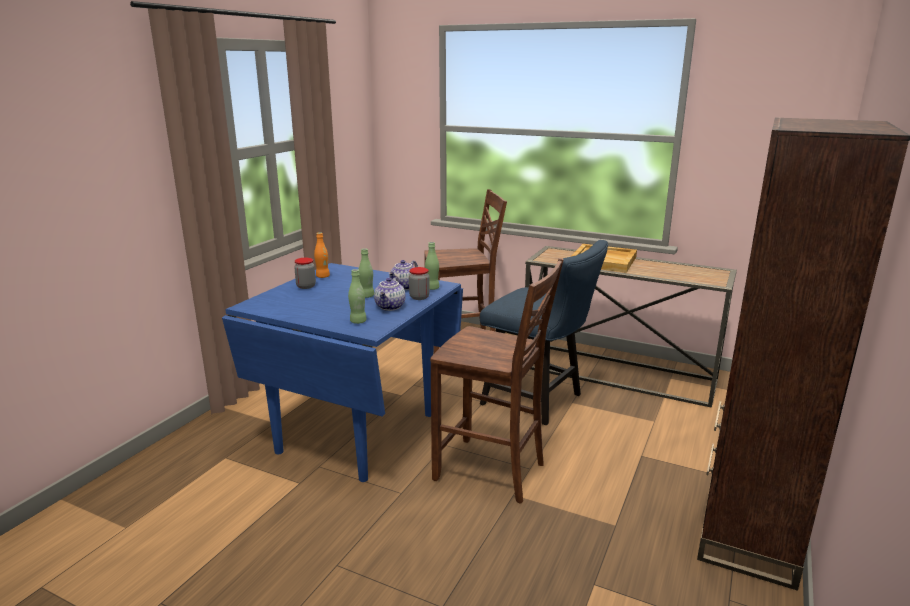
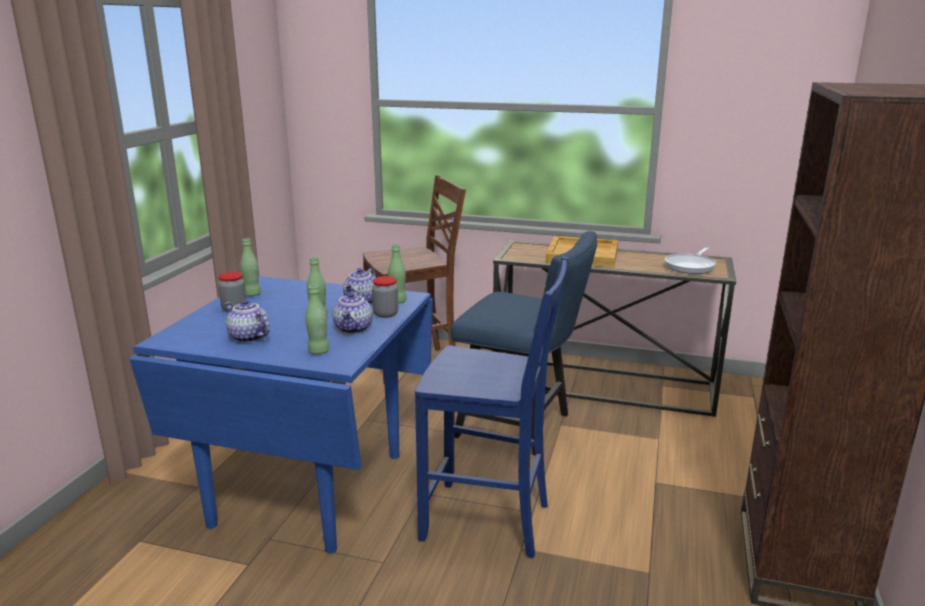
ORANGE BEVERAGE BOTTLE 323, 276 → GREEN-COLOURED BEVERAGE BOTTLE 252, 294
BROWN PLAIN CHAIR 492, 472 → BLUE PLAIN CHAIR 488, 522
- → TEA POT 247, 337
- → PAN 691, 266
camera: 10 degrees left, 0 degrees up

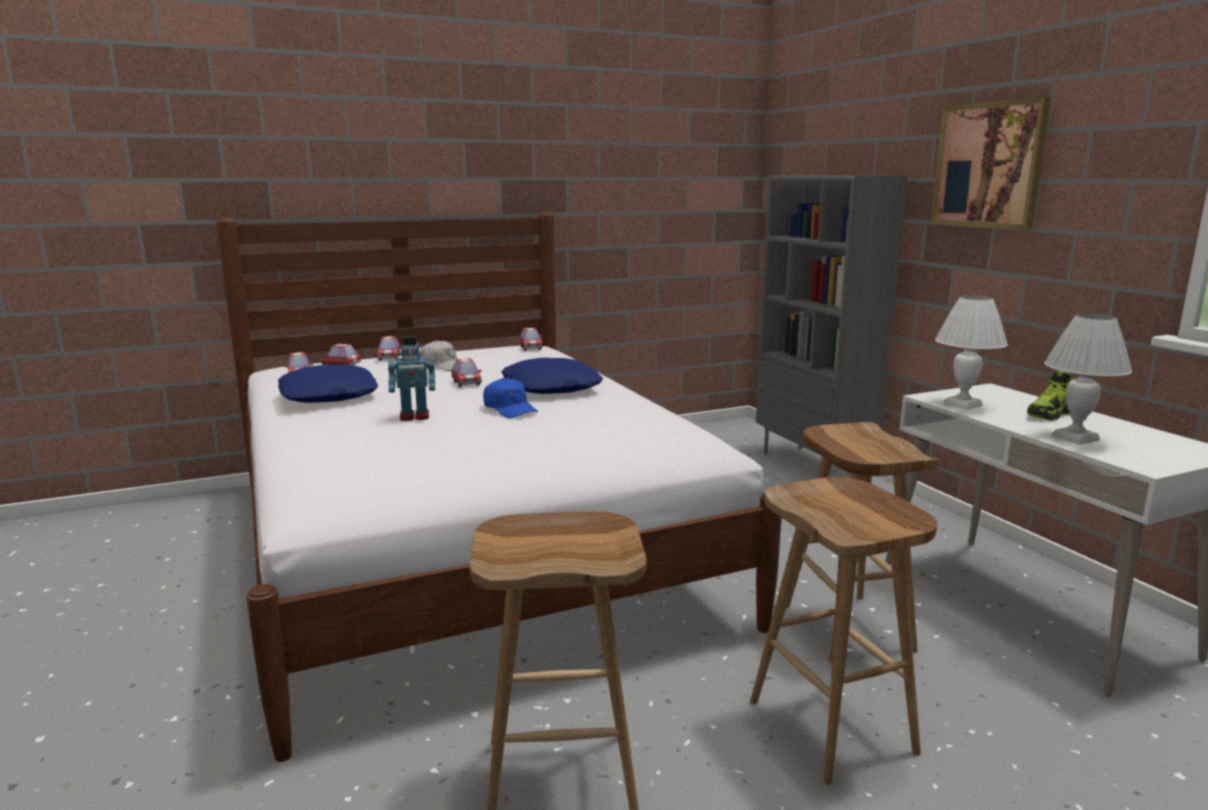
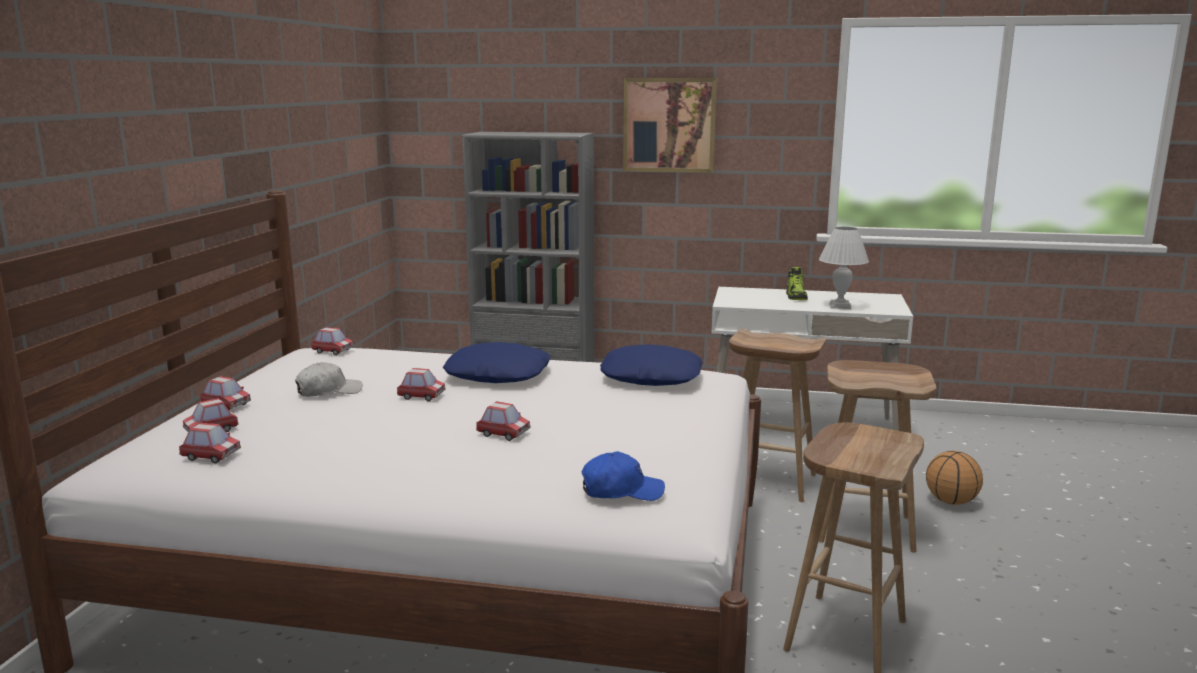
BLUE PILLOW 329, 395 → BLUE PILLOW 651, 377, shifted
TOY ROBOT 414, 417 → MINIATURE CAR 503, 434
BLUE BASEBALL CAP 509, 409 → BLUE BASEBALL CAP 621, 491, shifted
WHITE TABLETOP LAMP 962, 405 → -
- → BASKETBALL 952, 502
camera: 55 degrees left, 0 degrees up

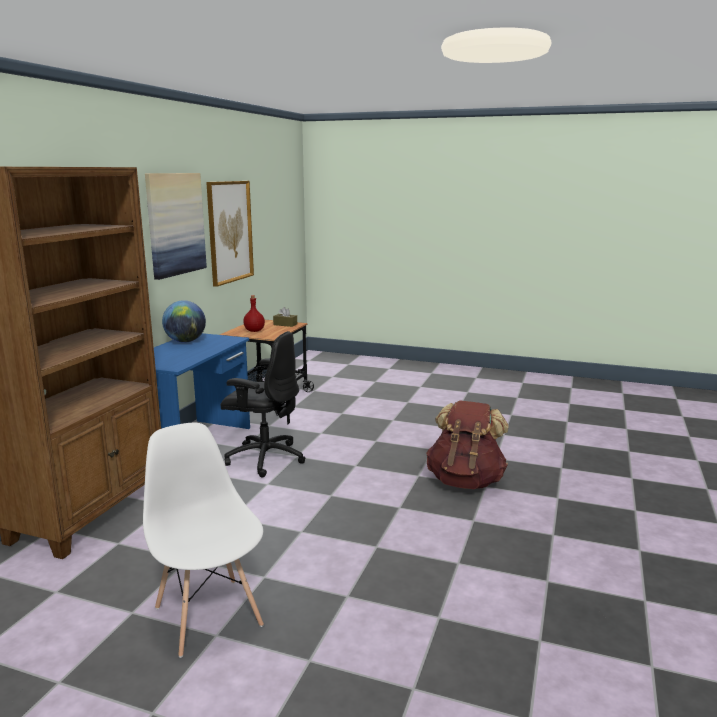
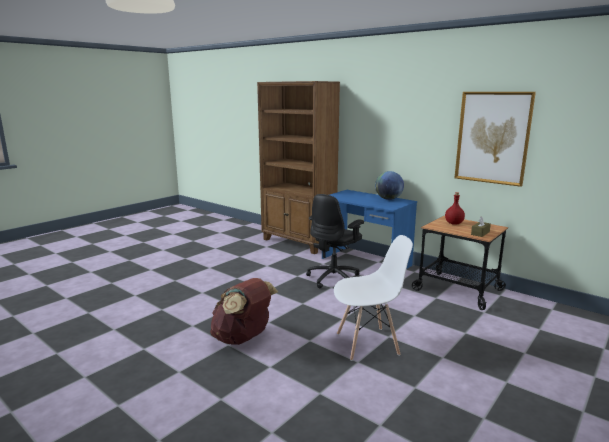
WHITE PLAIN CHAIR 208, 615 → WHITE PLAIN CHAIR 368, 344, shifted
WALL ART 175, 224 → -
camera: 110 degrees right, 0 degrees up

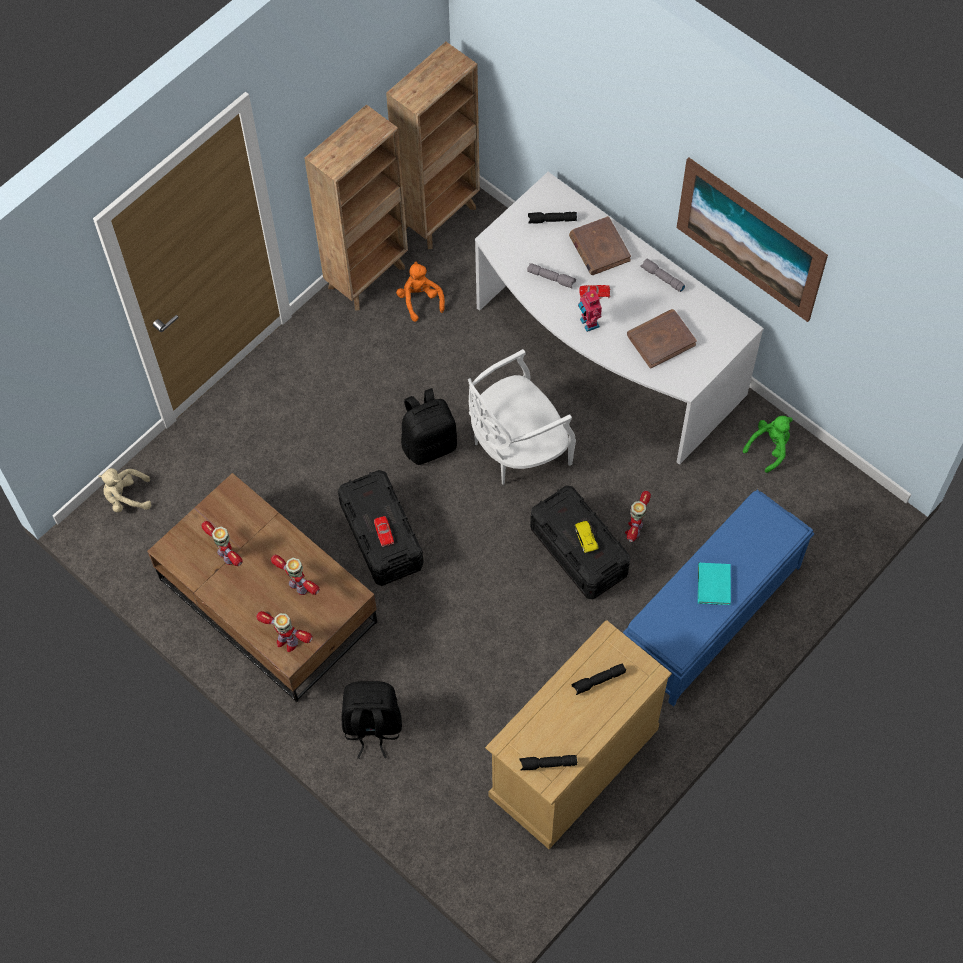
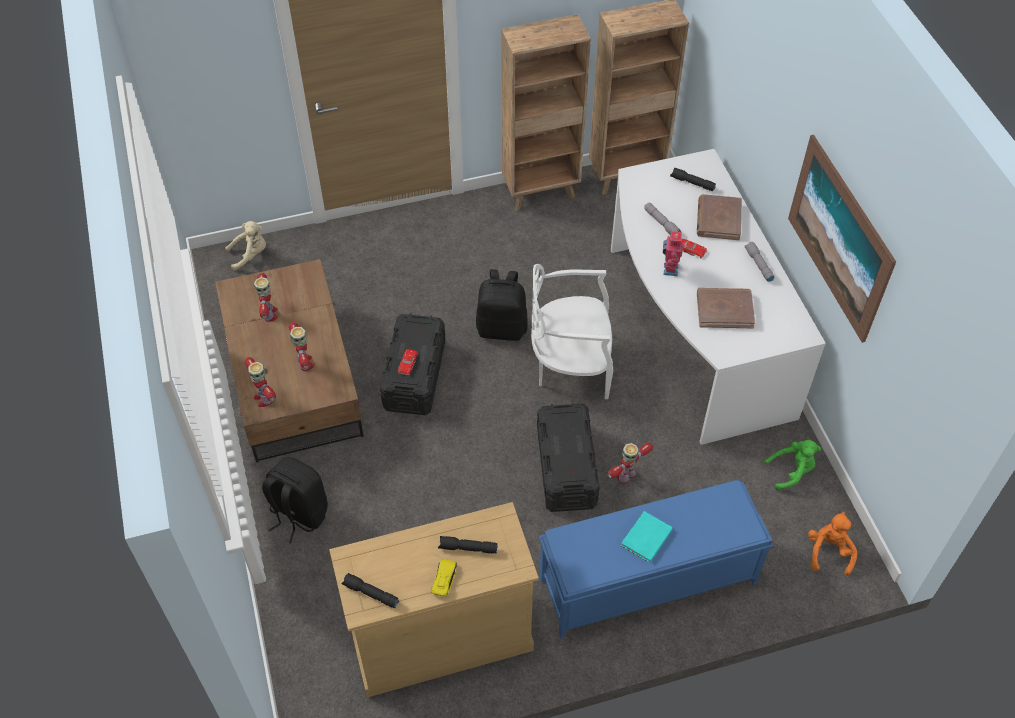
BEIGE-COLOURED CUDDLY TOY 126, 497 → BEIGE-COLOURED CUDDLY TOY 250, 255, 135 degrees clockwise
ORANGE CUDDLY TOY 420, 300 → ORANGE CUDDLY TOY 829, 551, shifted
YELLOW-COLOURED MINIATURE CAR 586, 538 → YELLOW-COLOURED MINIATURE CAR 444, 579, shifted
camera: 30 degrees right, 10 degrees down

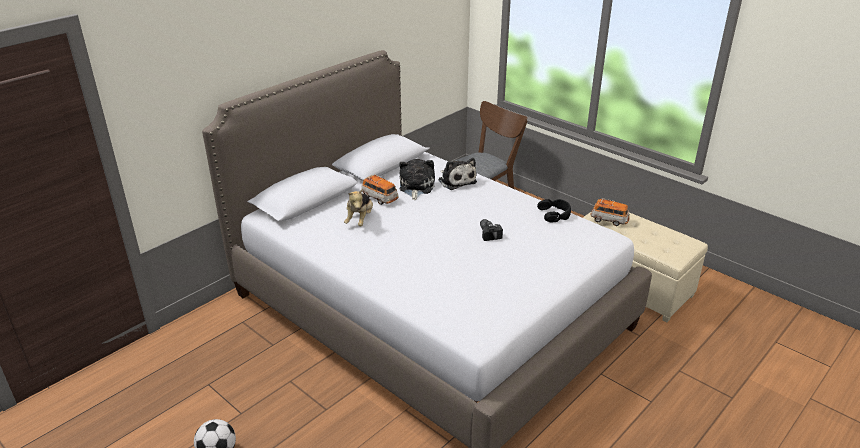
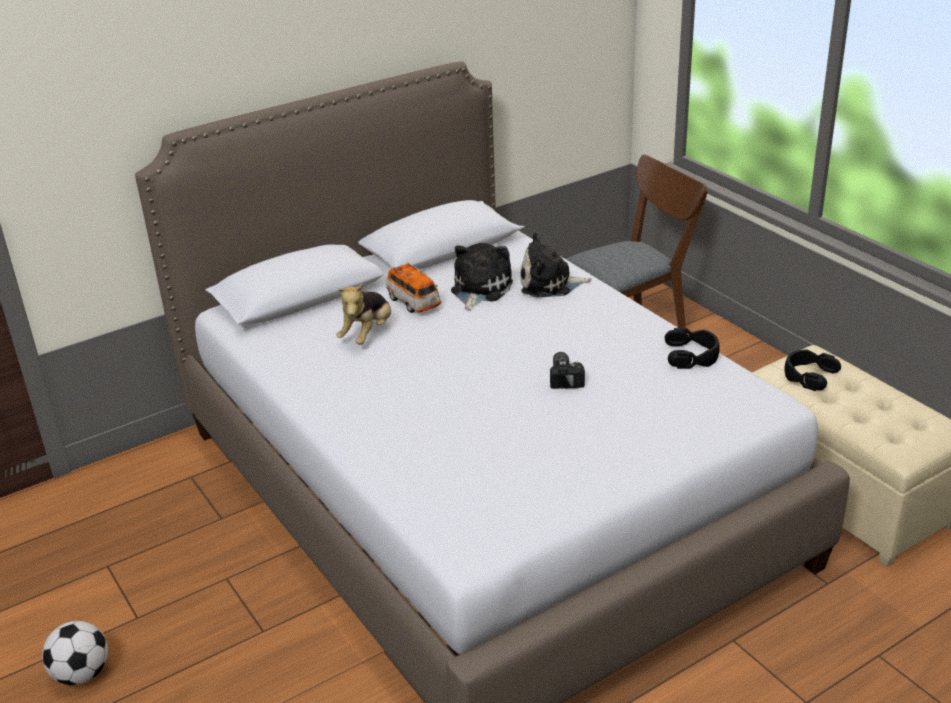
CUDDLY TOY 456, 180 → CUDDLY TOY 549, 284, 105 degrees clockwise
MINIATURE CAR 609, 220 → BLACKISH HEADSET 808, 375
camera: 15 degrees right, 0 degrees up

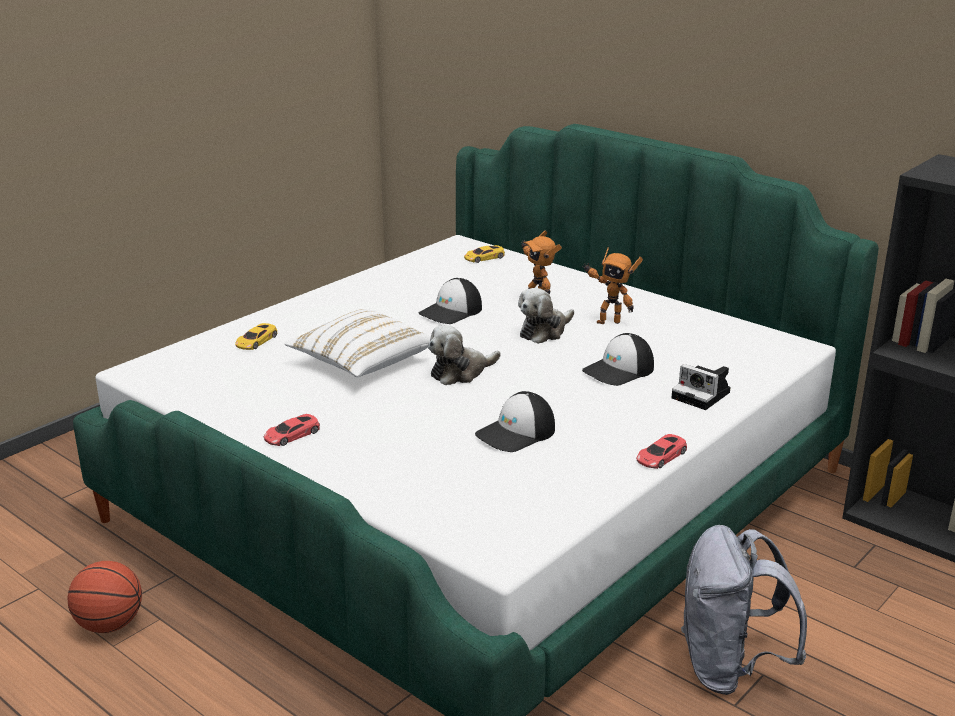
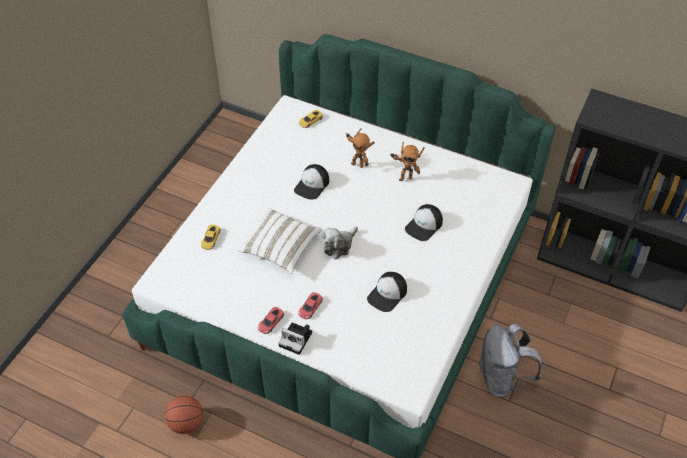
CUDDLY TOY 544, 331 → -
RED MINIATURE CAR 661, 456 → RED MINIATURE CAR 310, 307, shifted
STILL CAMERA 703, 395 → STILL CAMERA 297, 339, shifted
camera: 15 degrees left, 25 degrees up

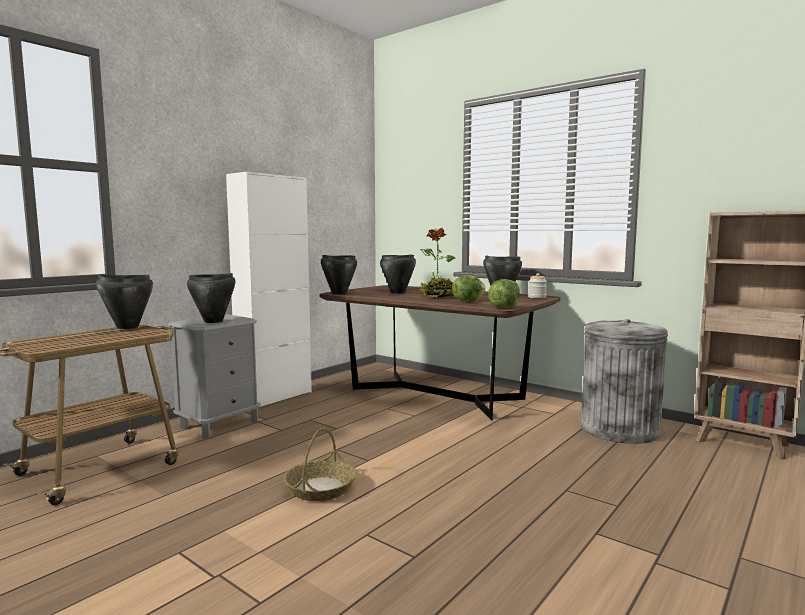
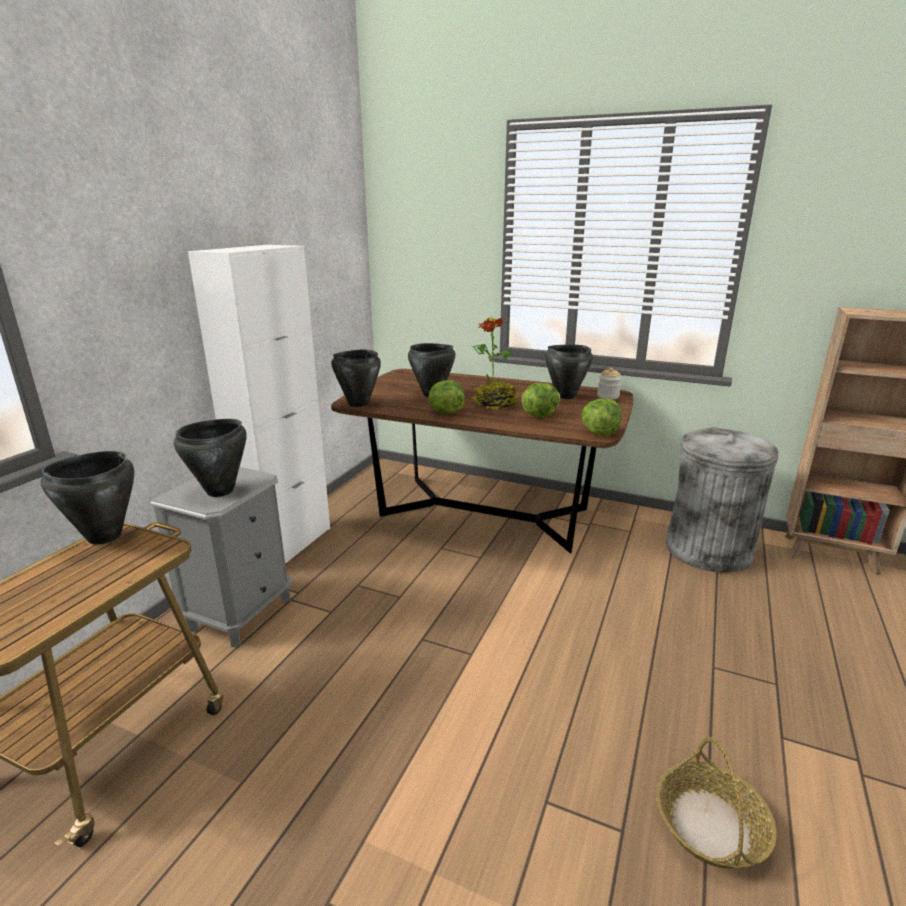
HOUSEHOLD BASKET 320, 489 → HOUSEHOLD BASKET 711, 826, shifted
- → HEAD OF LETTUCE 445, 412
camera: 15 degrees left, 15 degrees up

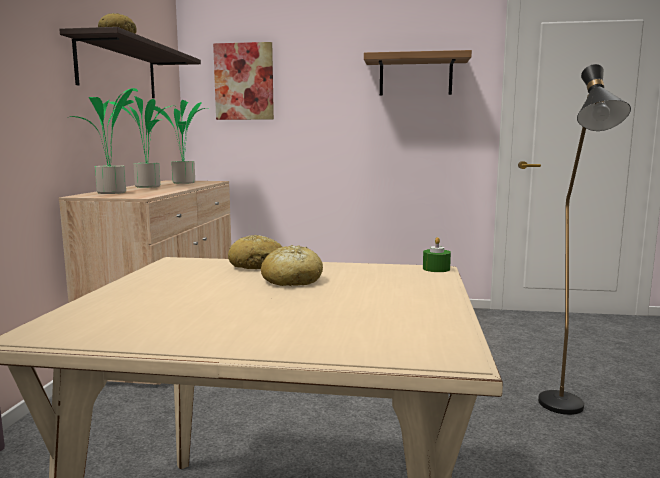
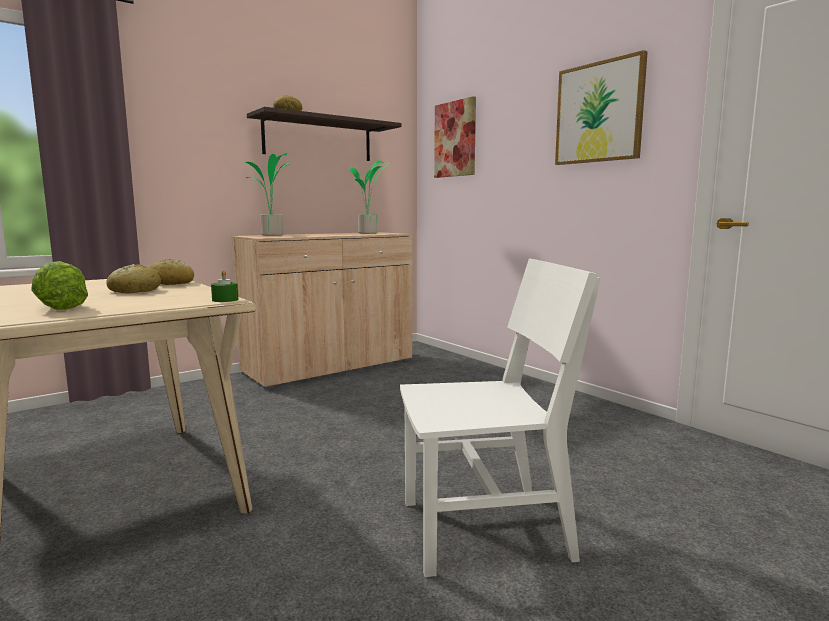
POTTED PLANT 149, 186 → -
WALL SHELF 415, 76 → WALL ART 599, 112
BLACKISH FLOOR LAMP 566, 412 → WHITE PLAIN CHAIR 485, 529
- → HEAD OF LETTUCE 60, 307
camera: 45 degrees right, 0 degrees up

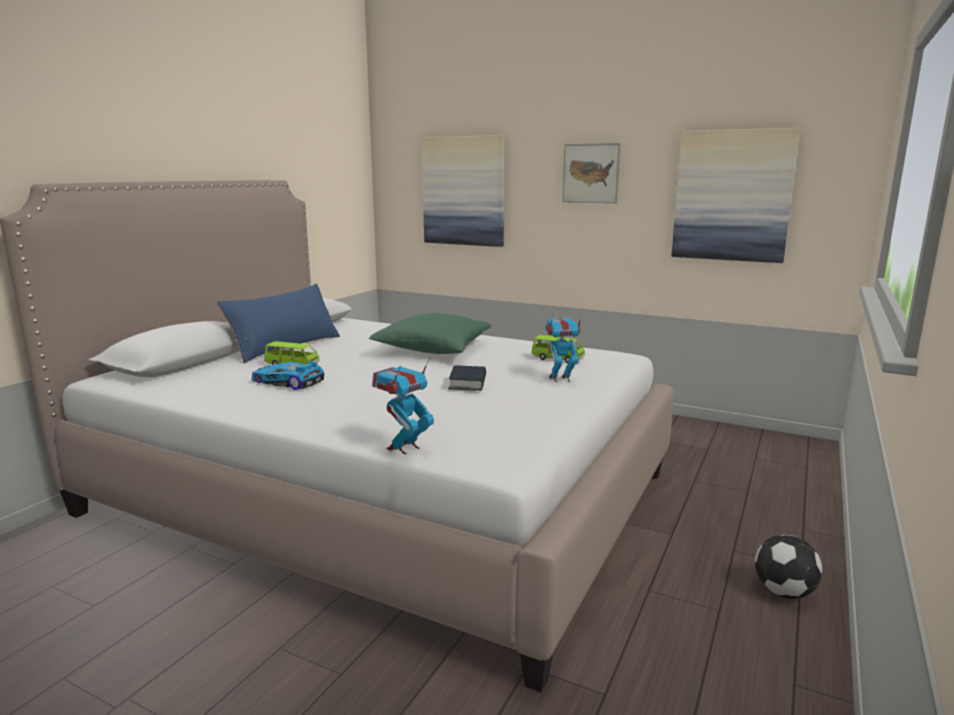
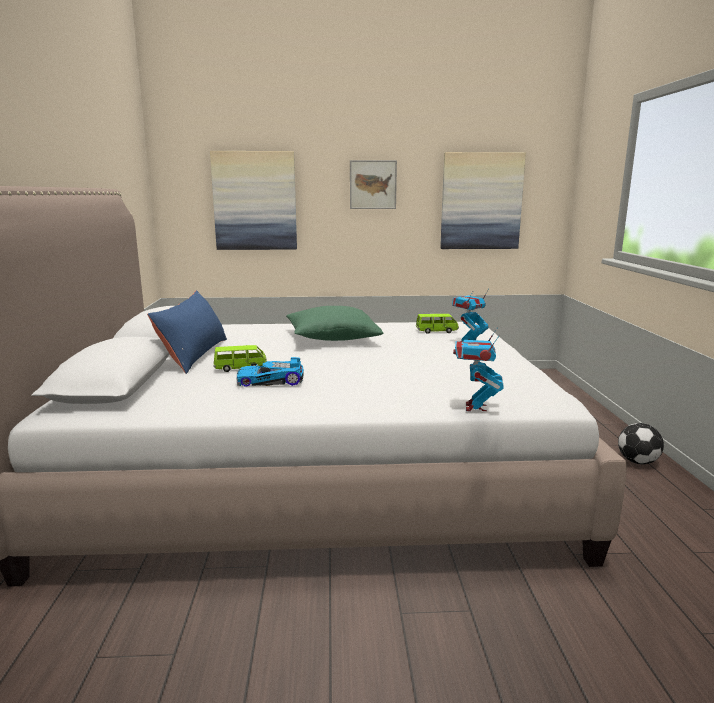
BOOK 468, 383 → -
camera: 30 degrees left, 0 degrees up

